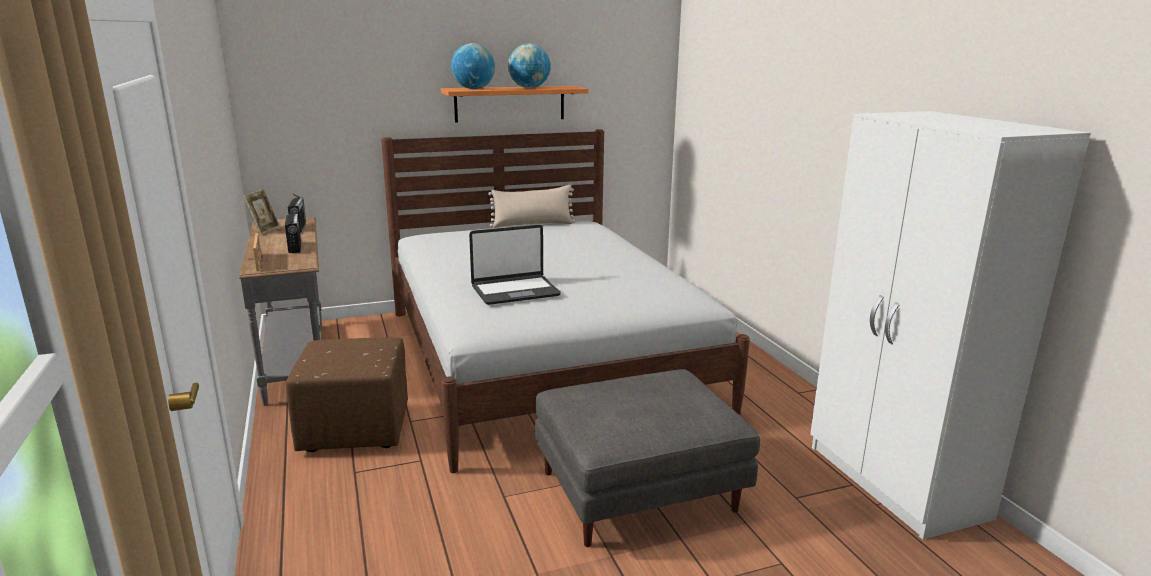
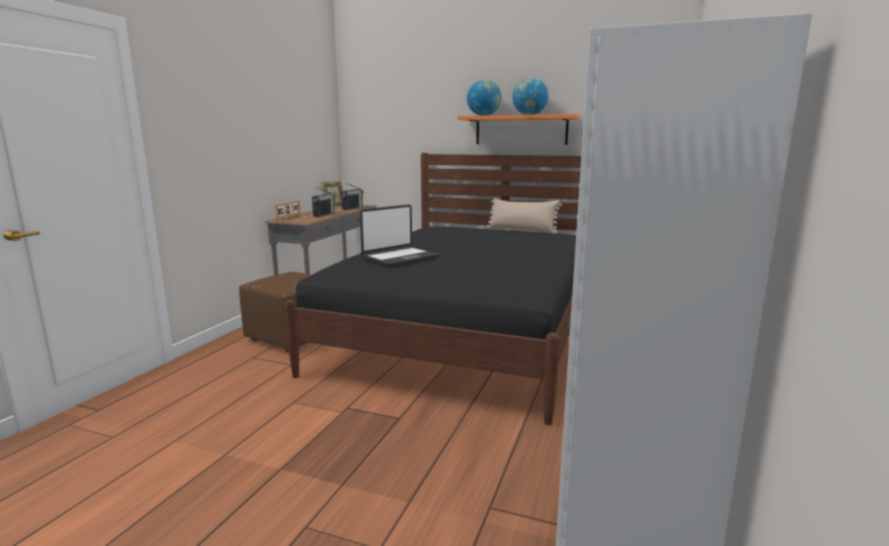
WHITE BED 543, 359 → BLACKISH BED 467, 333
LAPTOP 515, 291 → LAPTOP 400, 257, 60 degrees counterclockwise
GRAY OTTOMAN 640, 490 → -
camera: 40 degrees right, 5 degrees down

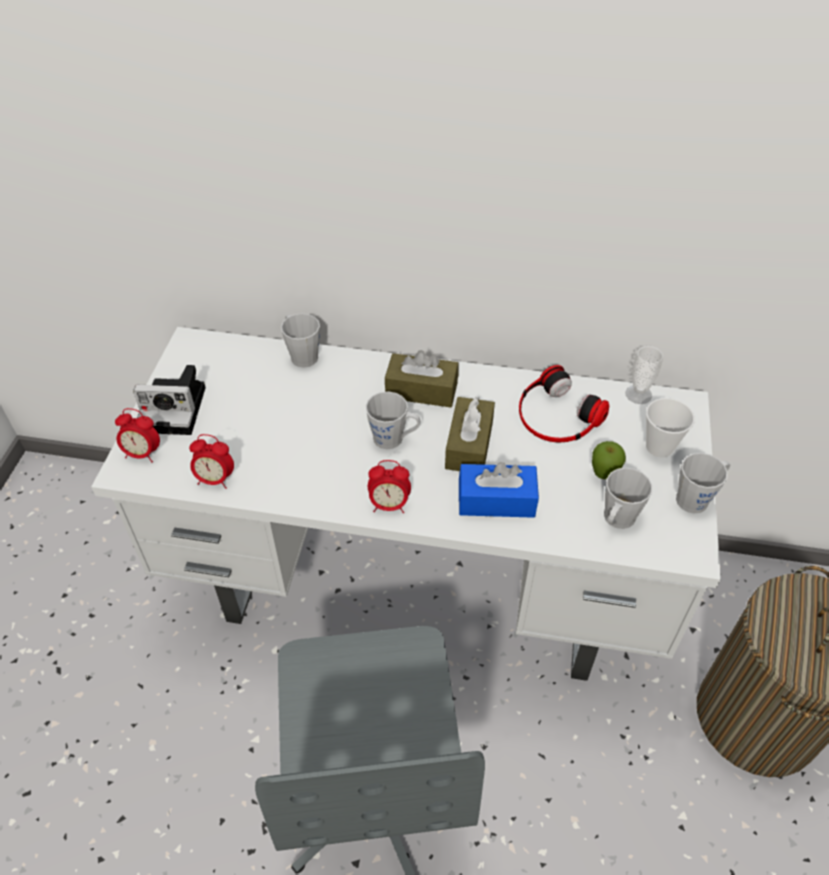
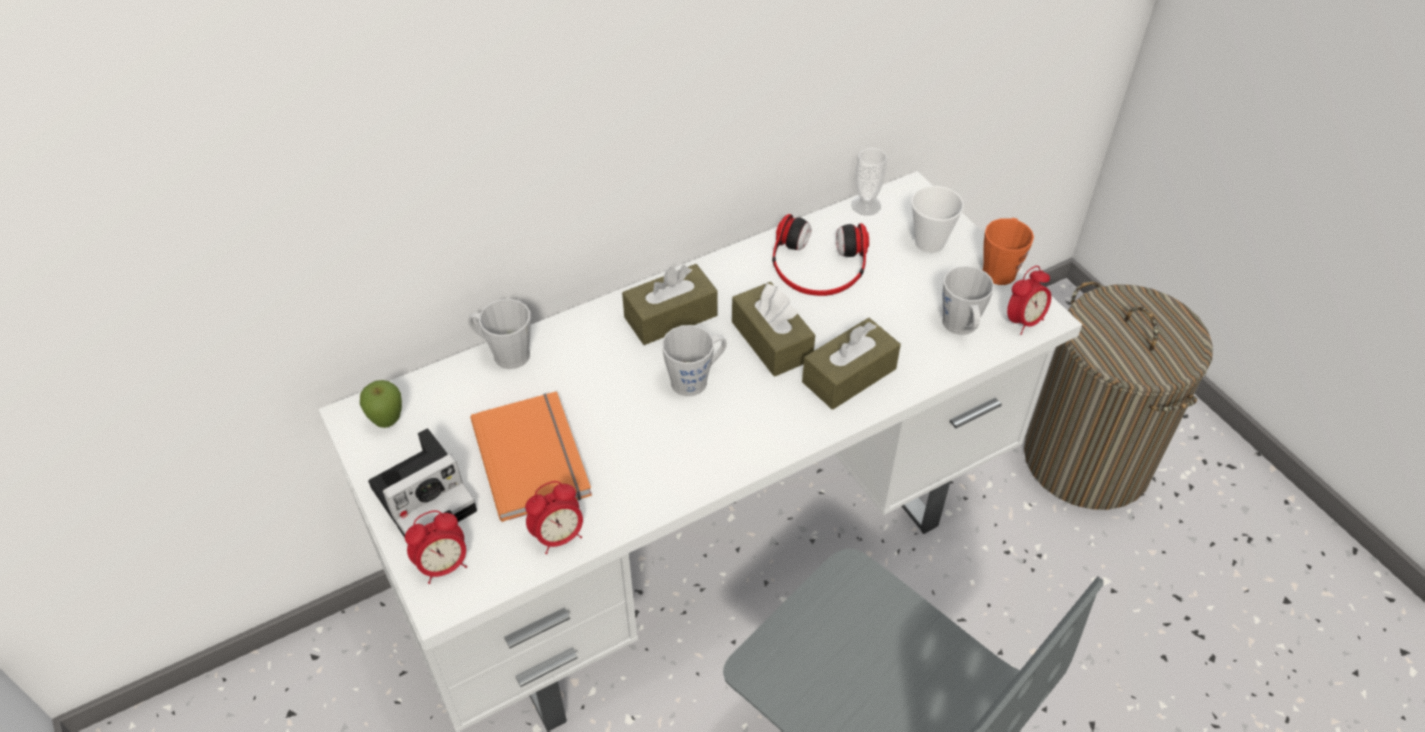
TABLE CLOCK 389, 505 → TABLE CLOCK 1023, 321, shifted
BLUE TISSUE HOLDER 496, 500 → BROWN TISSUE HOLDER 849, 375
APPLE FRUIT 603, 475 → APPLE FRUIT 388, 422, shifted
GRAY MUG 697, 498 → ORANGE MUG 1000, 268
- → ORANGE BOOK 535, 456
camera: 40 degrees left, 0 degrees up

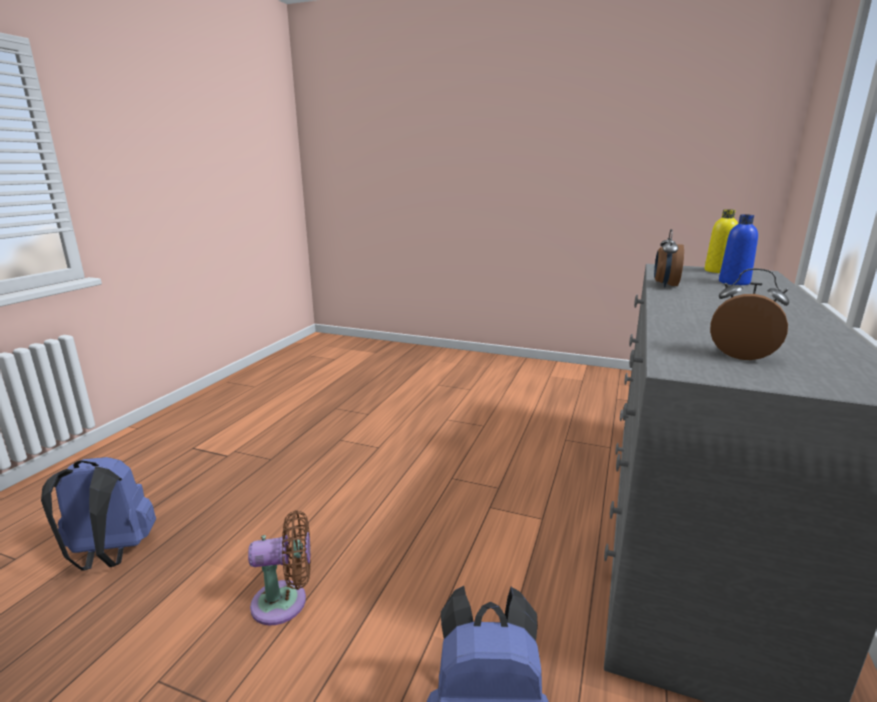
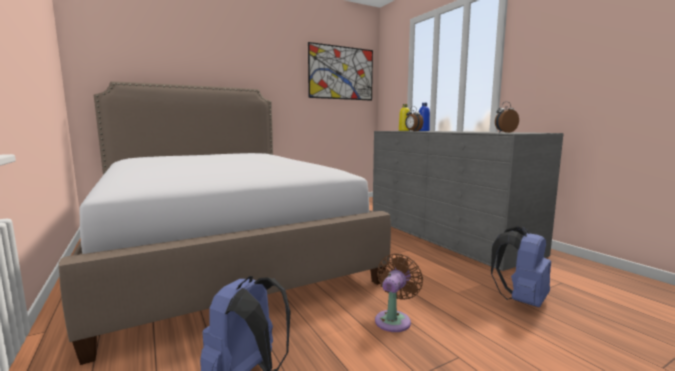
- → BED 221, 250
- → WALL ART 341, 73
camera: 50 degrees left, 10 degrees down

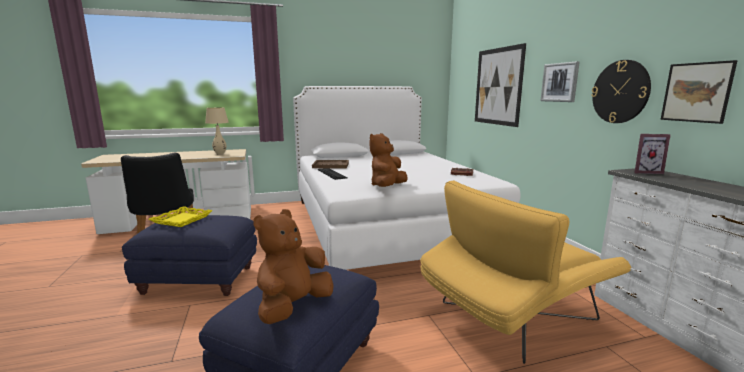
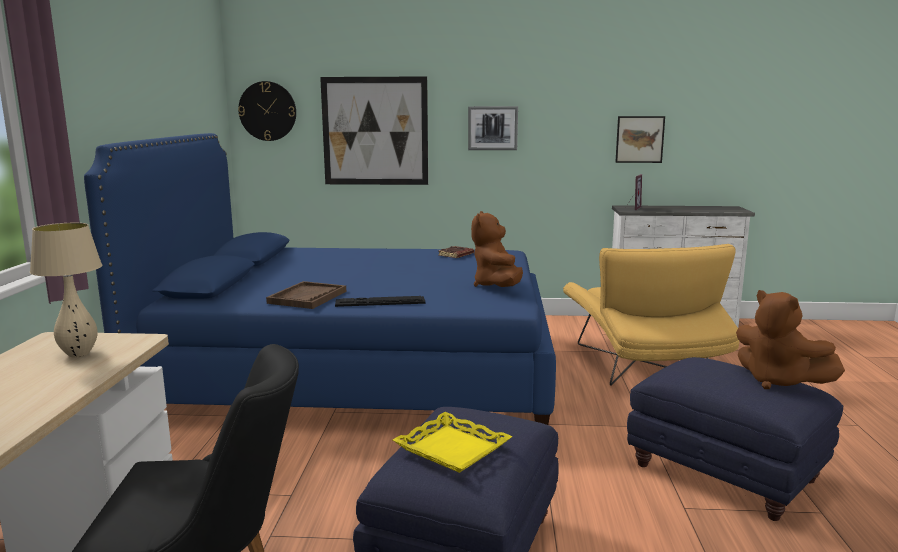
WHITE BED 386, 225 → BLUE BED 357, 373
BROWN CUDDLY TOY 387, 187 → BROWN CUDDLY TOY 497, 286, 45 degrees clockwise
WALL CLOCK 620, 92 → WALL CLOCK 267, 111, shifted
camera: 70 degrees left, 0 degrees up

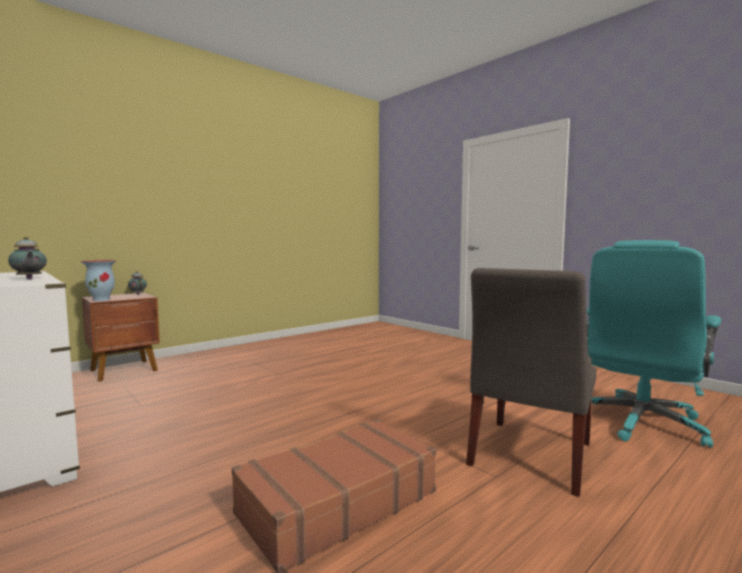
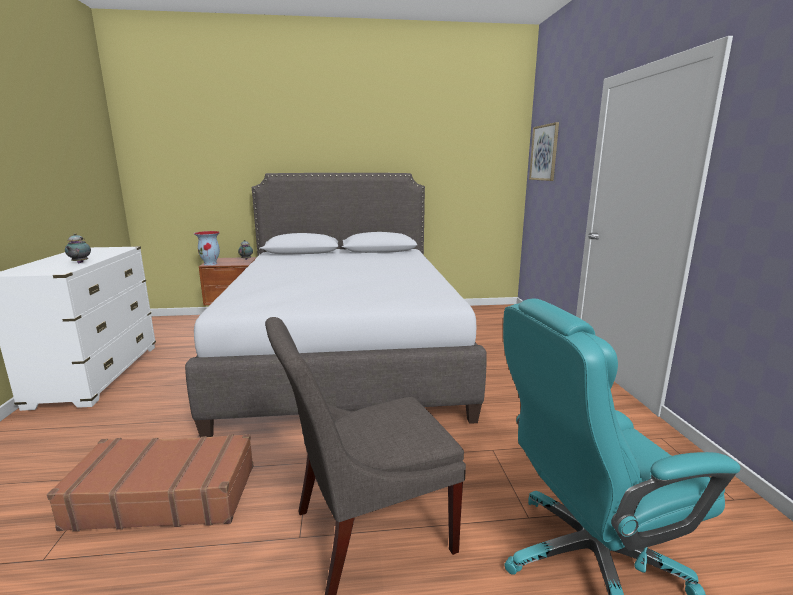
- → GRAY BED 343, 353
- → WALL ART 544, 153
camera: 35 degrees right, 10 degrees up

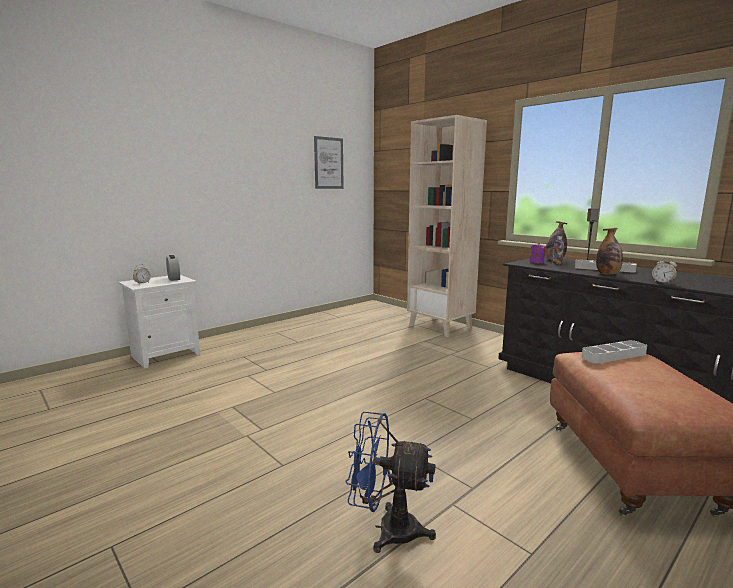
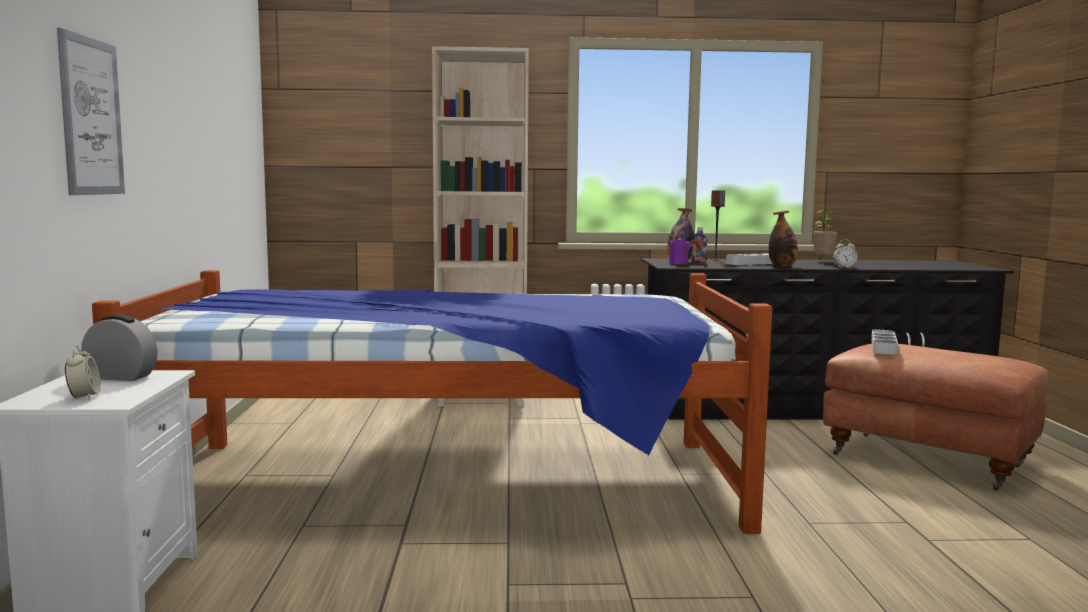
WALL ART 328, 163 → WALL ART 91, 117, shifted
BLUE COOLING FAN 387, 529 → -
- → BED 450, 484
- → POTTED PLANT 823, 261
camera: 50 degrees left, 5 degrees down

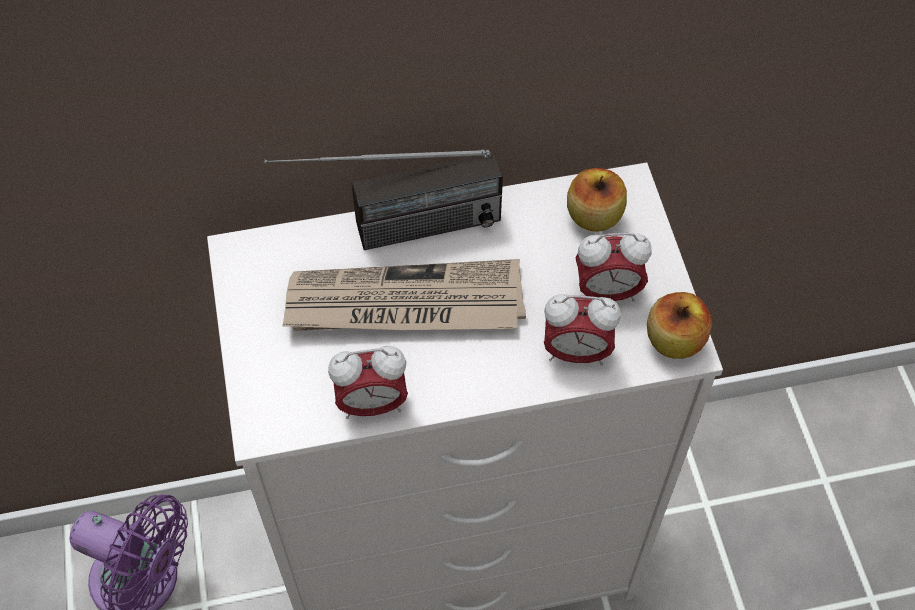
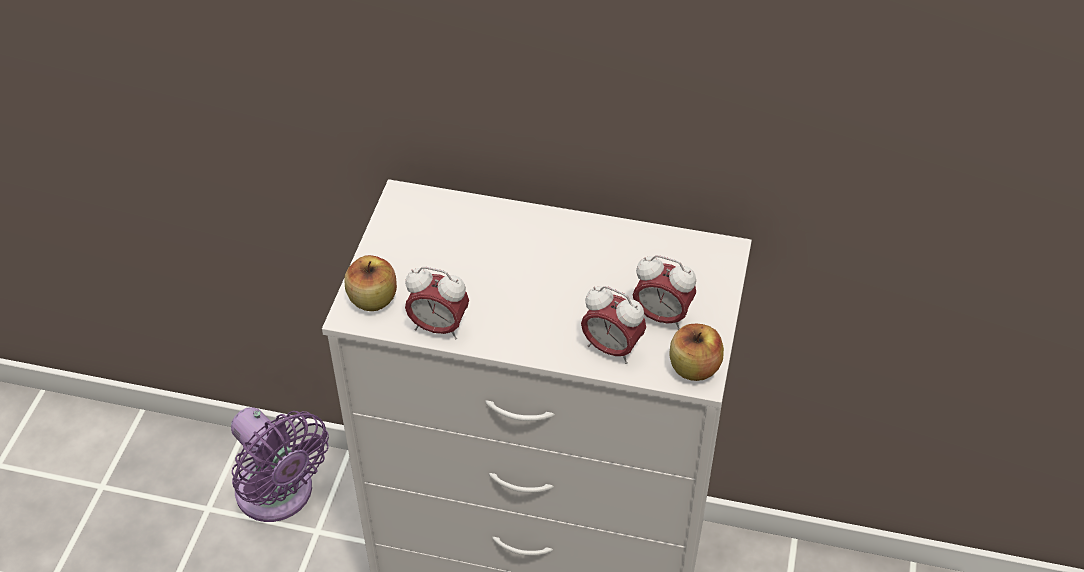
RADIO SET 392, 233 → -
NEWSPAPER 404, 305 → -
APPLE FRUIT 593, 216 → APPLE FRUIT 372, 299, shifted
camera: 25 degrees right, 10 degrees down

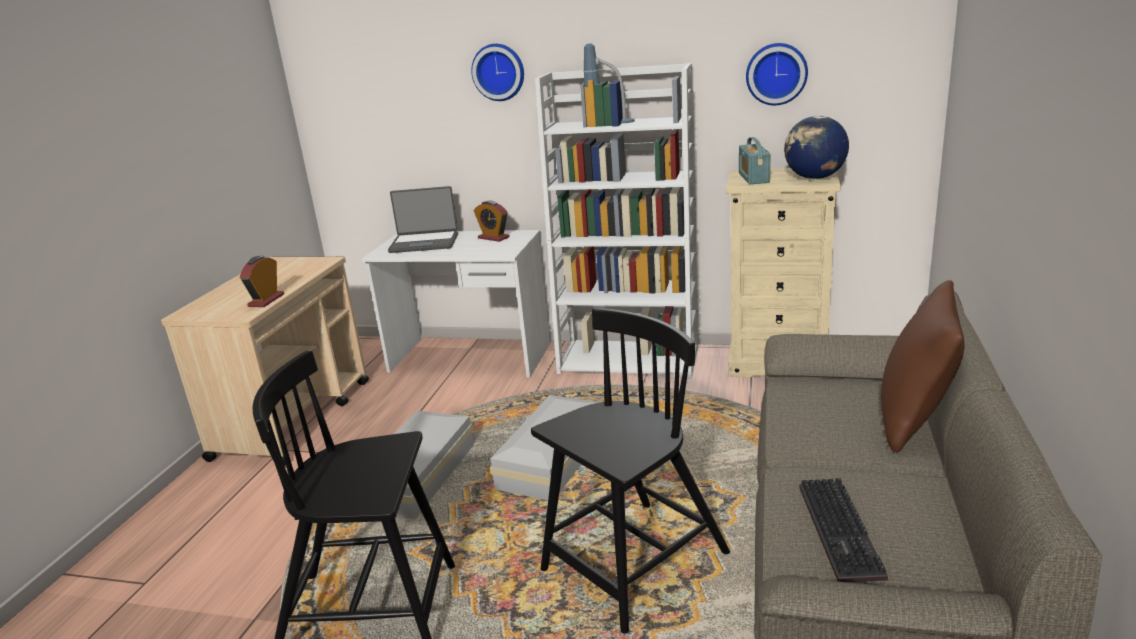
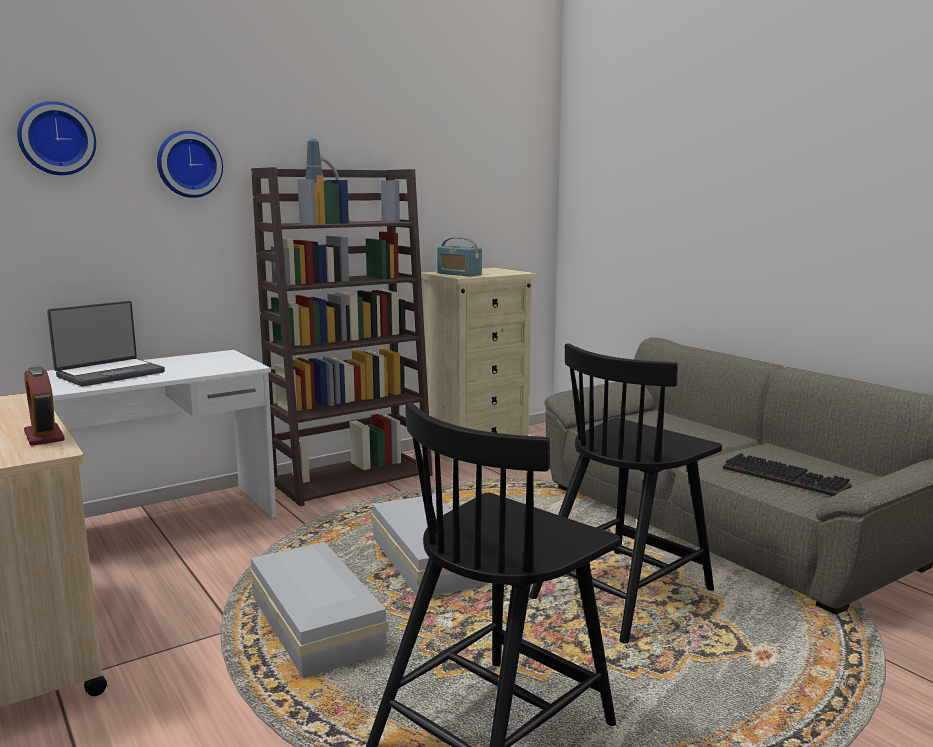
TABLE CLOCK 493, 237 → -
BLACKISH PLAIN CHAIR 633, 564 → BLACKISH PLAIN CHAIR 623, 592, 135 degrees counterclockwise
WHITE BOOKCASE 630, 359 → BROWN BOOKCASE 352, 478
WALL CLOCK 776, 74 → WALL CLOCK 56, 139, shifted
WORLD GLOBE 814, 178 → -
BROWN PILLOW 914, 420 → -
camera: 50 degrees left, 10 degrees down

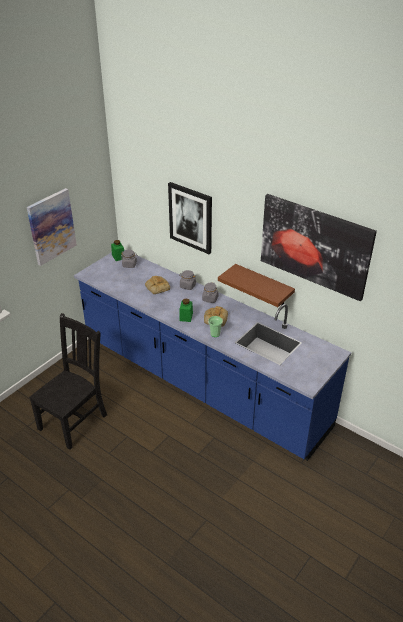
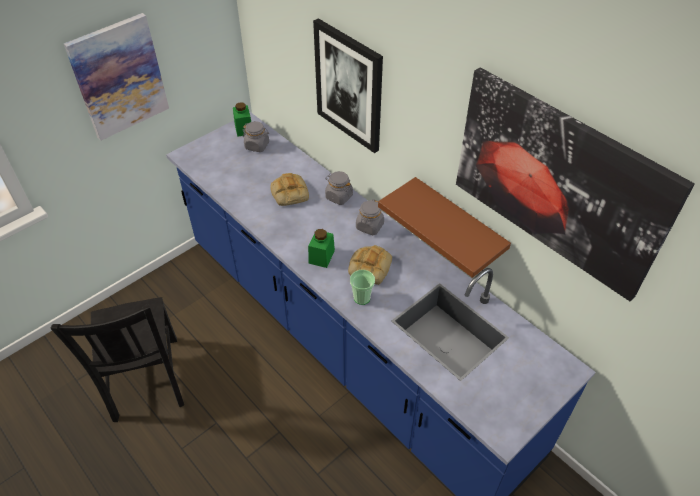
BLACKISH PLAIN CHAIR 74, 420 → BLACKISH PLAIN CHAIR 146, 381, 120 degrees clockwise
camera: 10 degrees right, 10 degrees up

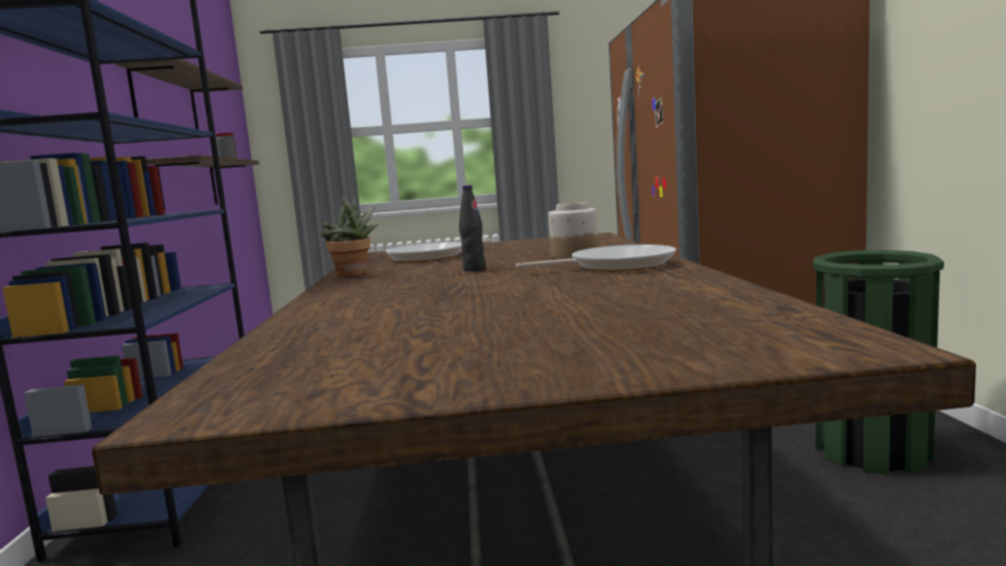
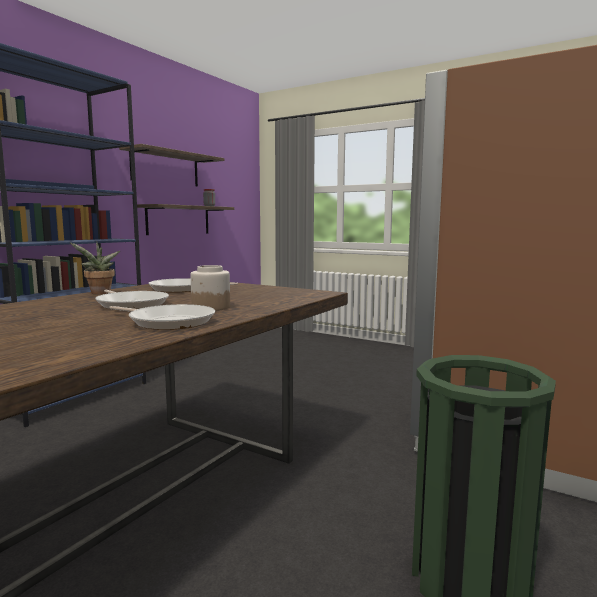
BLACKISH BEVERAGE BOTTLE 474, 269 → PAN 131, 304
camera: 35 degrees right, 0 degrees up

